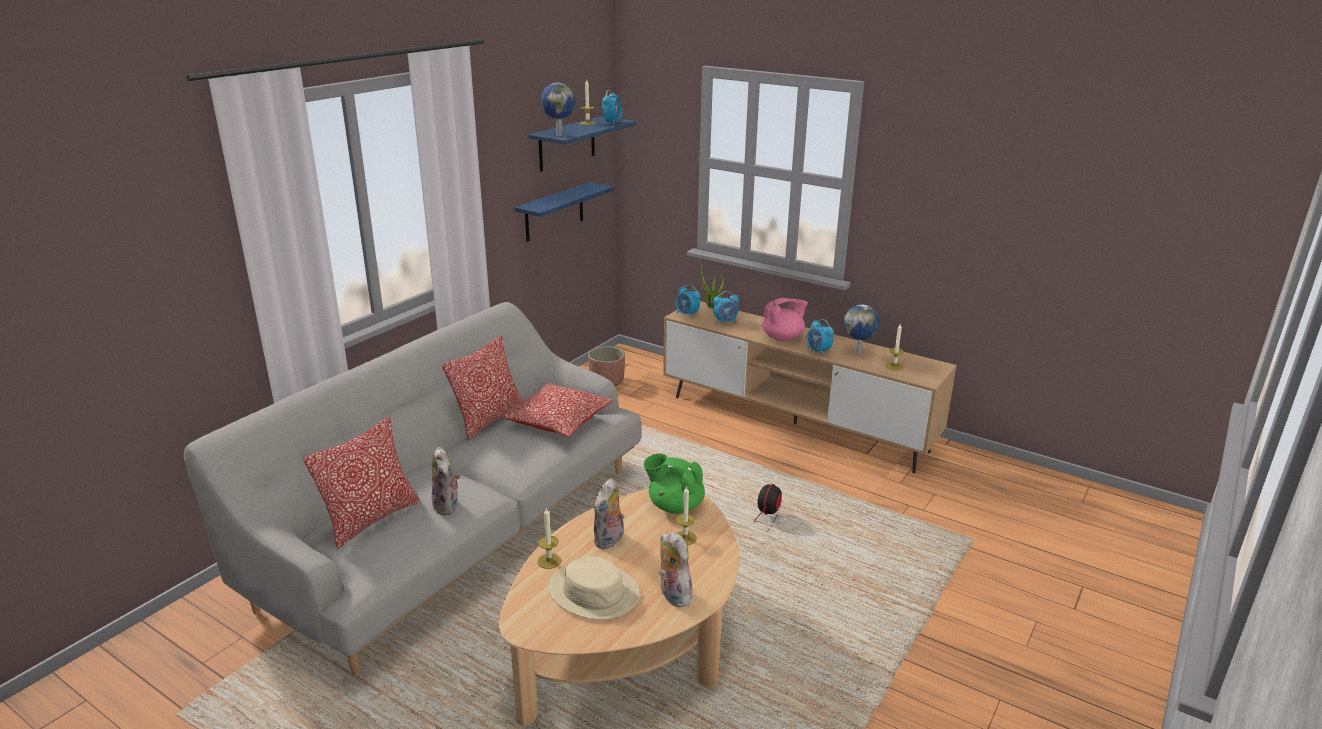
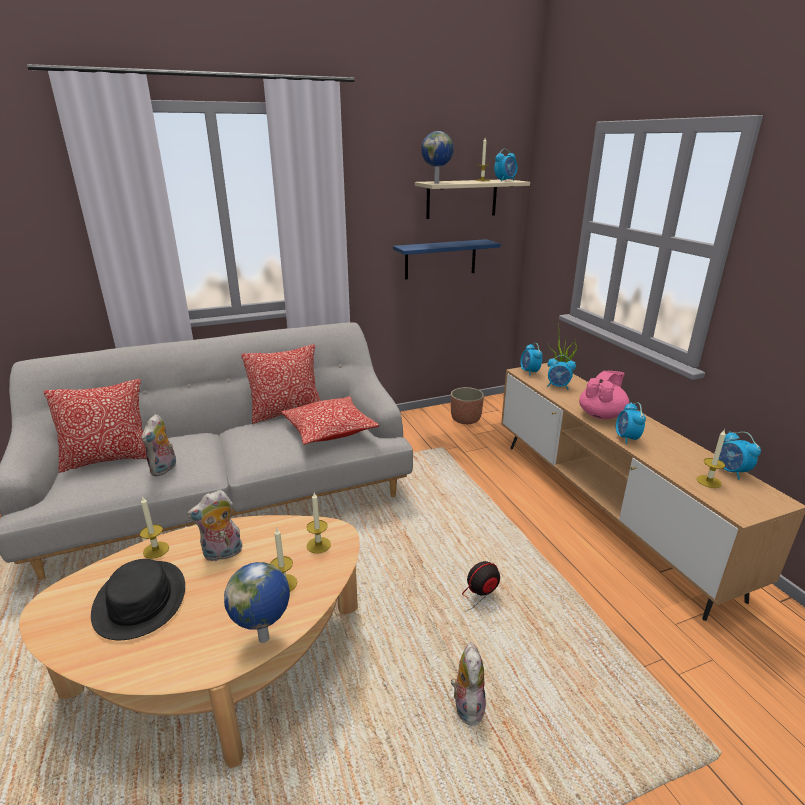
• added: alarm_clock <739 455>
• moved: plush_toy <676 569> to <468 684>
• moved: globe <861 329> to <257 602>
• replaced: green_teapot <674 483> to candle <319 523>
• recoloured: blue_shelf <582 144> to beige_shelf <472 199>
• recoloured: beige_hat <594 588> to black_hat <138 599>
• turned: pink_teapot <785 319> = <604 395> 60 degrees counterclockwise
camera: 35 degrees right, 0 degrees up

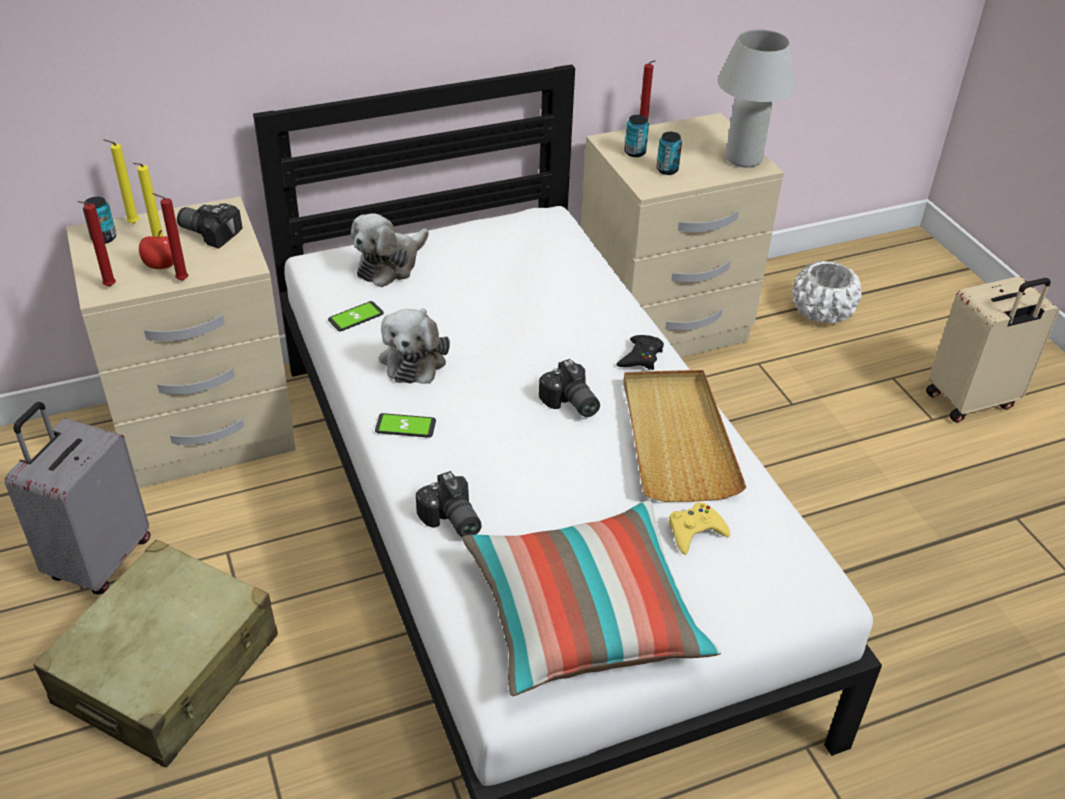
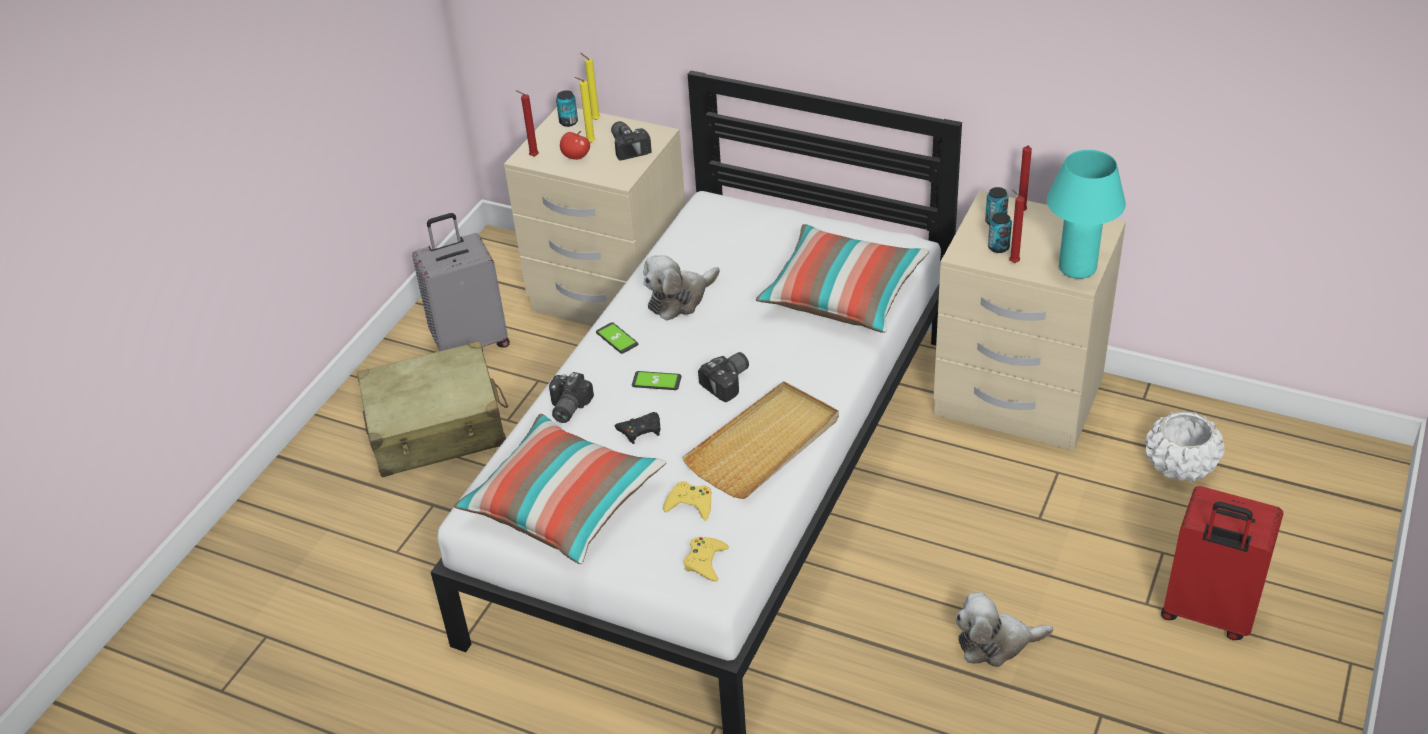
• added: yellow_game_controller <706 559>
• added: pillow <842 278>
• moved: red_candle <170 237> to <1017 226>
• moved: phone <356 316> to <656 380>
• moved: plush_toy <390 250> to <1004 629>
• moved: black_game_controller <640 352> to <637 428>
• recoloured: white_table_lamp <757 98> to turquoise_table_lamp <1086 214>
• recoloured: beige_suitcase <992 349> to red_suitcase <1222 563>
• turned: photo_camera <569 388> = <723 377> 150 degrees counterclockwise
camera: 50 degrees right, 0 degrees up

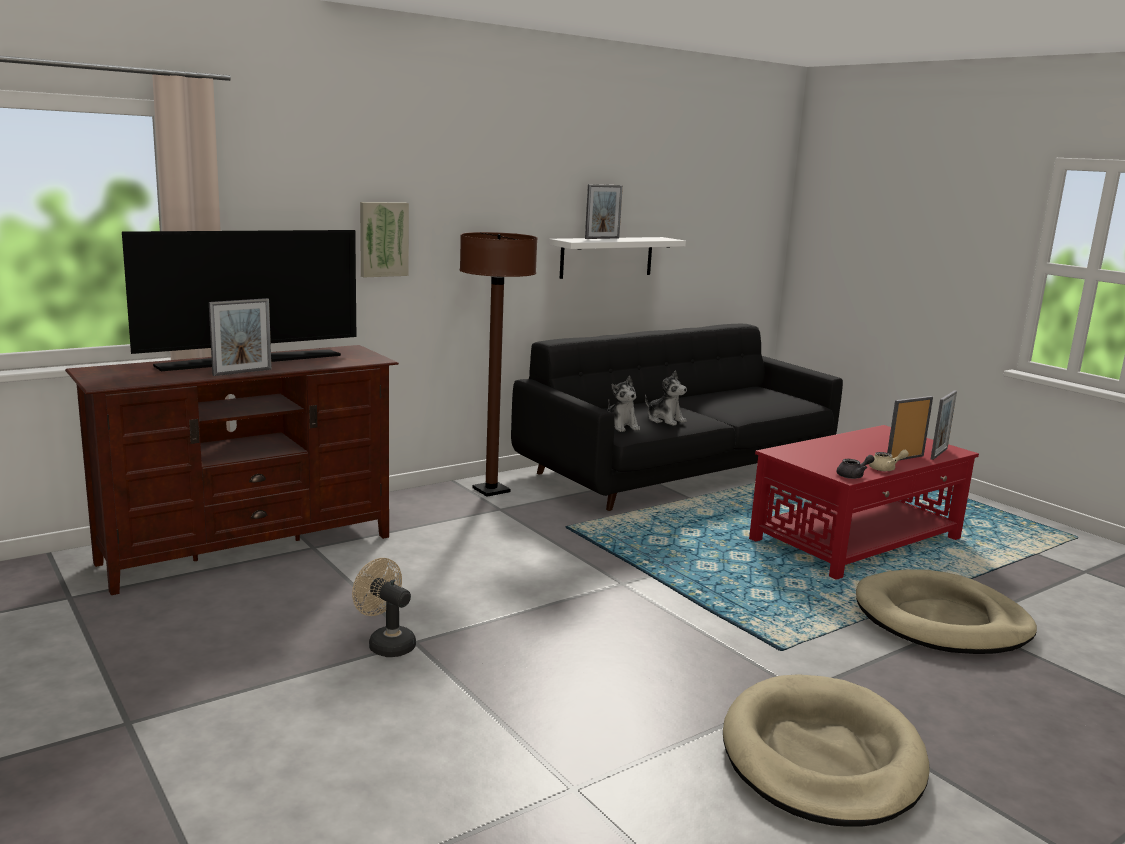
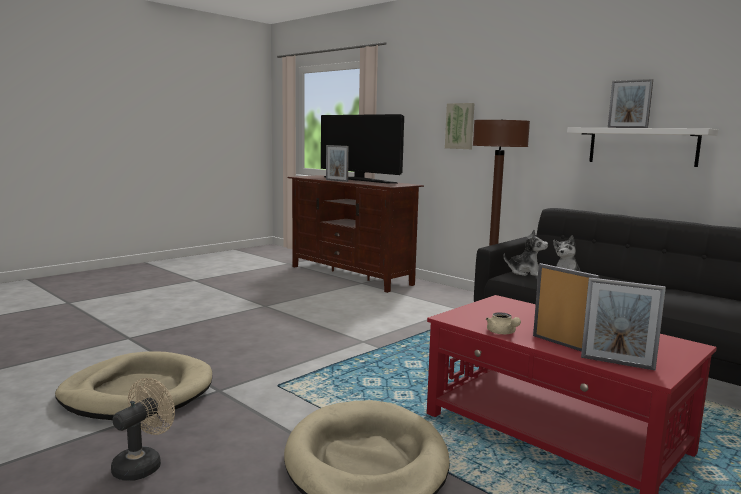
• removed: grey_teapot <856 467>
• moved: beige_fan <384 607> to <143 429>
• turned: plush_toy <623 404> = <526 253> 120 degrees counterclockwise
camera: 80 degrees right, 5 degrees down

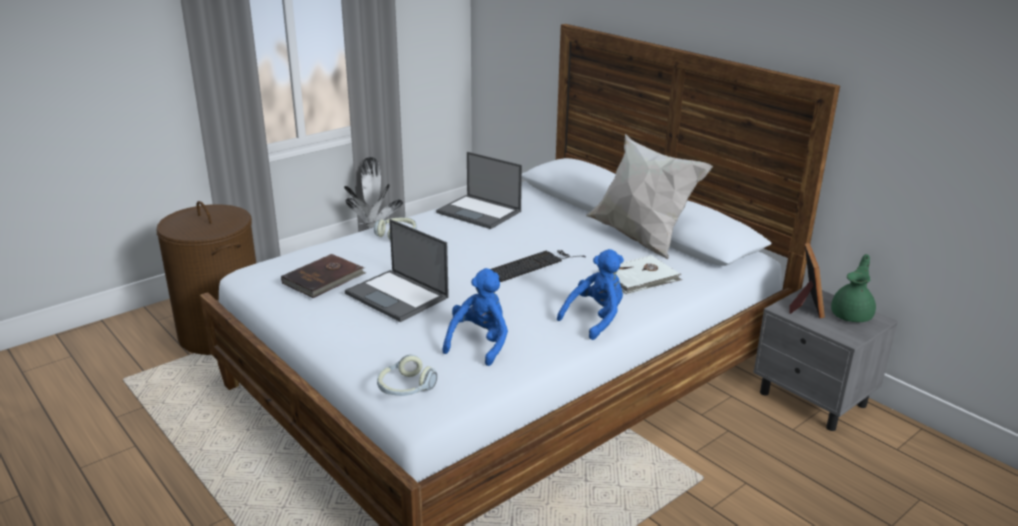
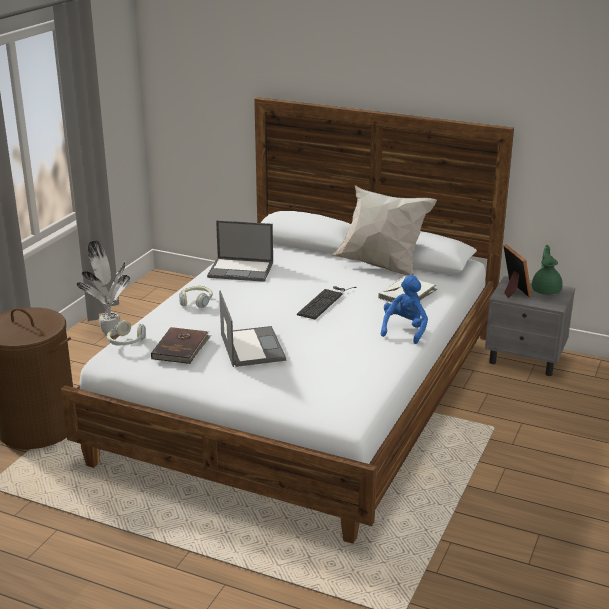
• removed: blue_plush_toy <475 317>
• moved: headphones <407 375> to <126 333>
• turned: laptop <397 270> = <252 328> 120 degrees counterclockwise
camera: 25 degrees left, 0 degrees up

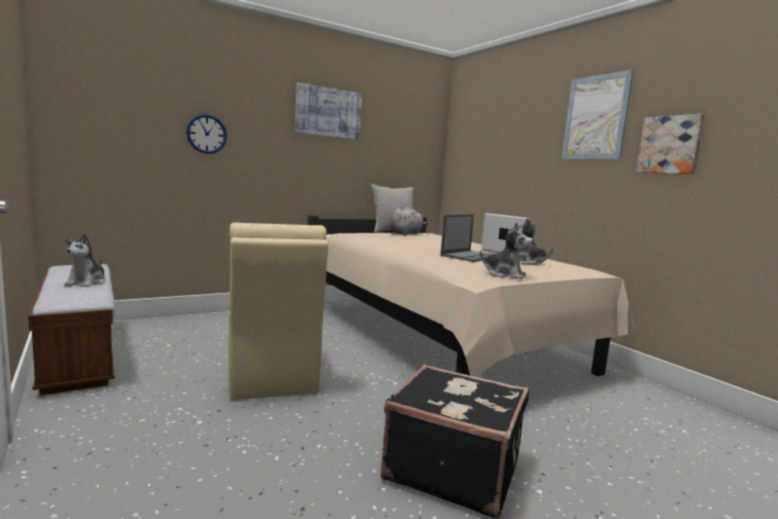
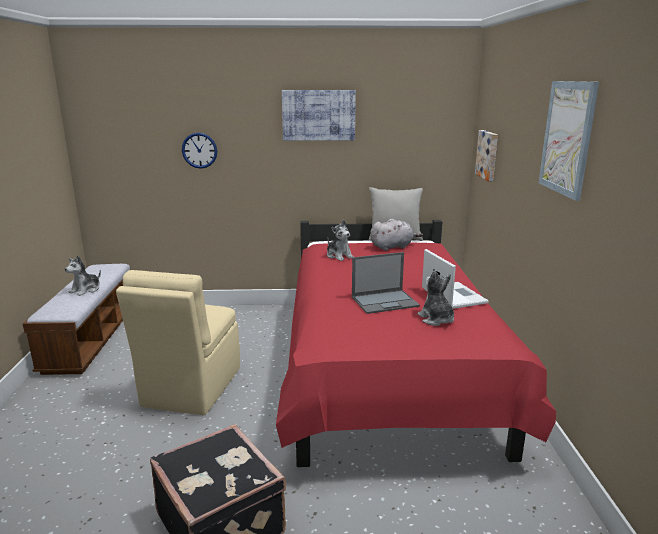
• moved: plush_toy <506 251> to <340 240>
• moved: picture <670 144> to <486 155>
• recoloured: beige_bed <472 296> to red_bed <416 343>
camera: 30 degrees right, 10 degrees up

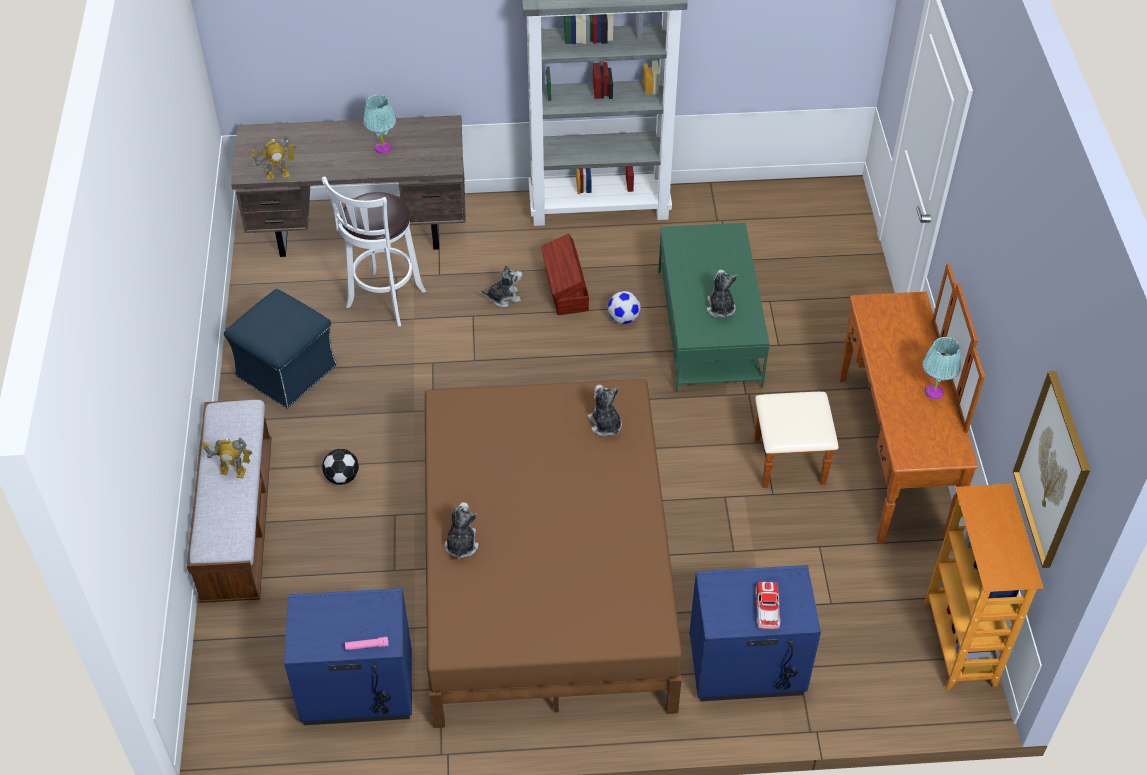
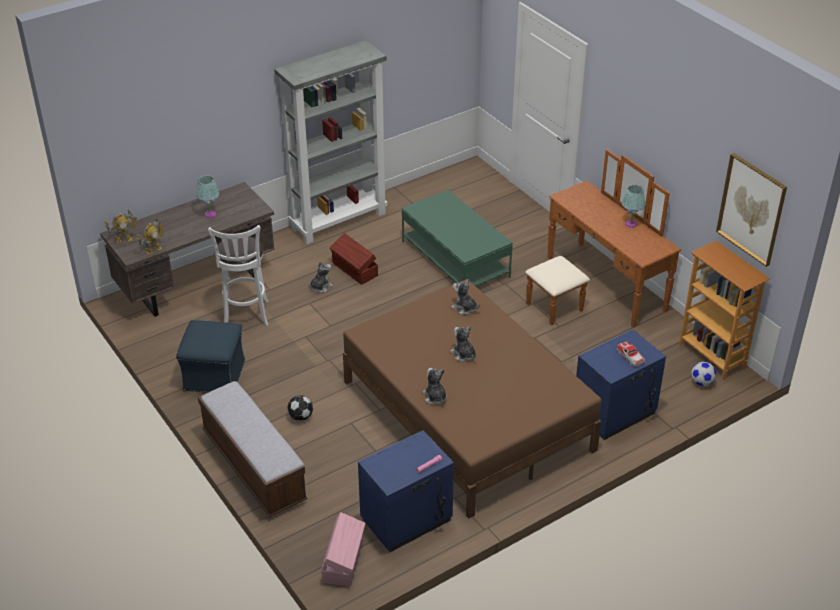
• added: pink_storage_box <343 549>
• moved: toy_robot <226 457> to <121 226>
• moved: football <624 307> to <703 374>
• moved: plush_toy <722 293> to <463 344>
camera: 30 degrees left, 10 degrees down

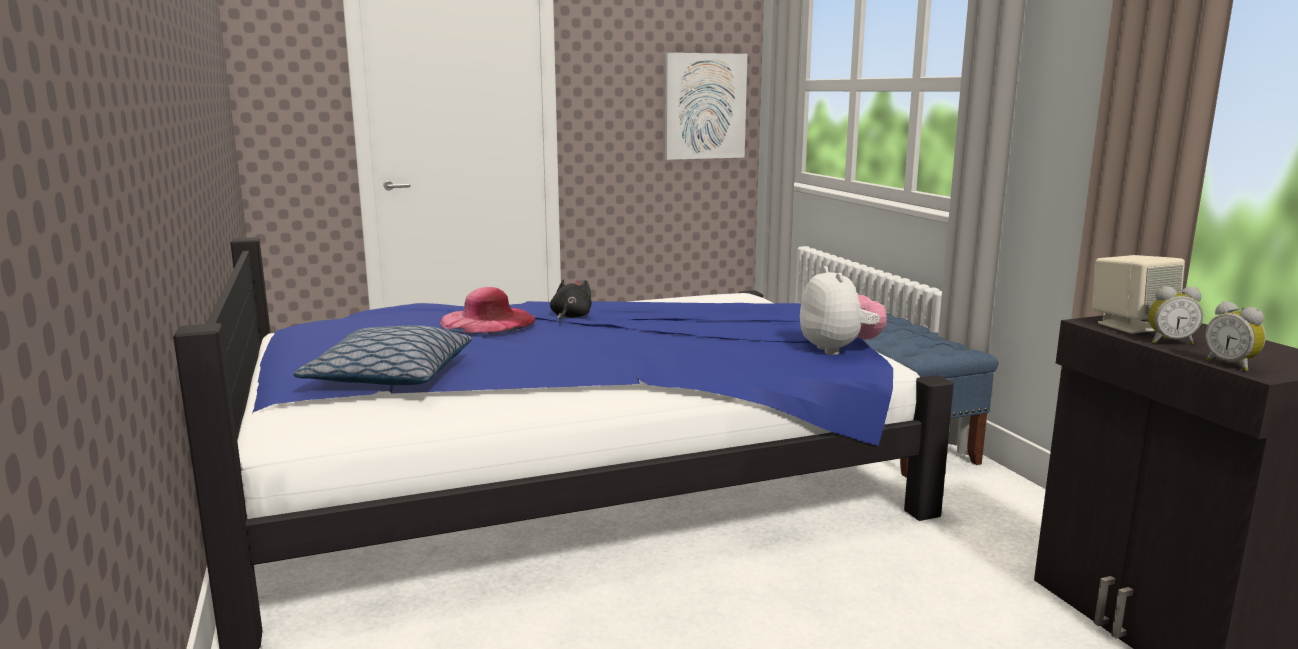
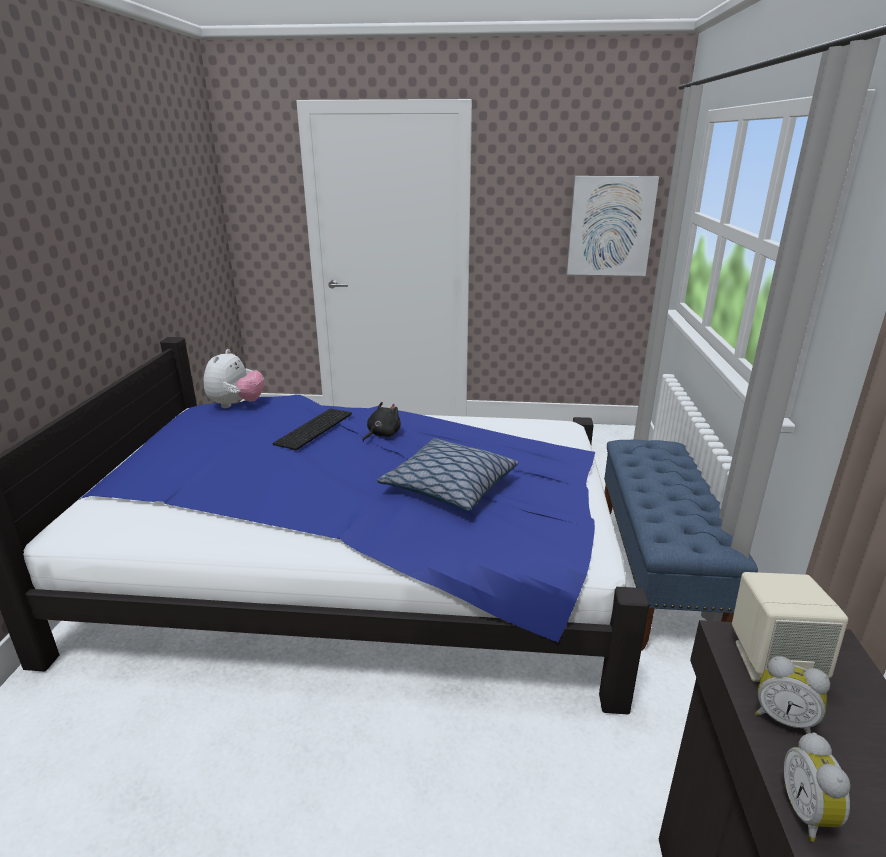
• moved: pillow <382 355> to <447 474>
• moved: plush_toy <843 310> to <234 378>
• replaced: pink_hat <488 310> to keyboard <312 429>
camera: 25 degrees right, 10 degrees up

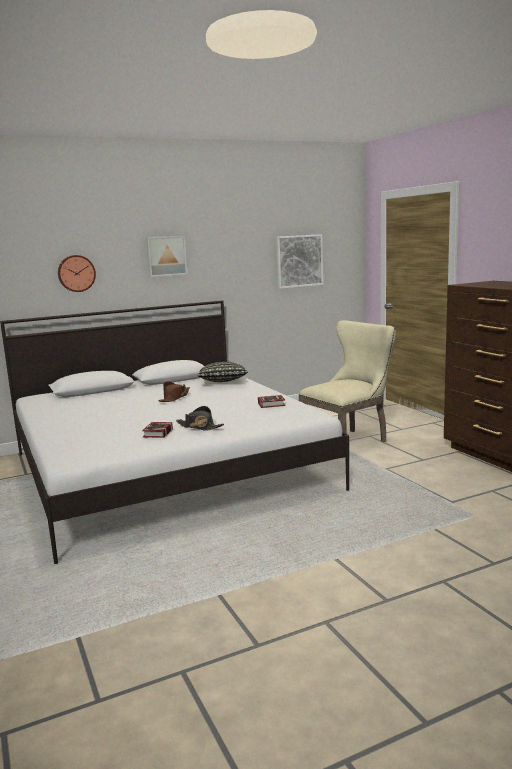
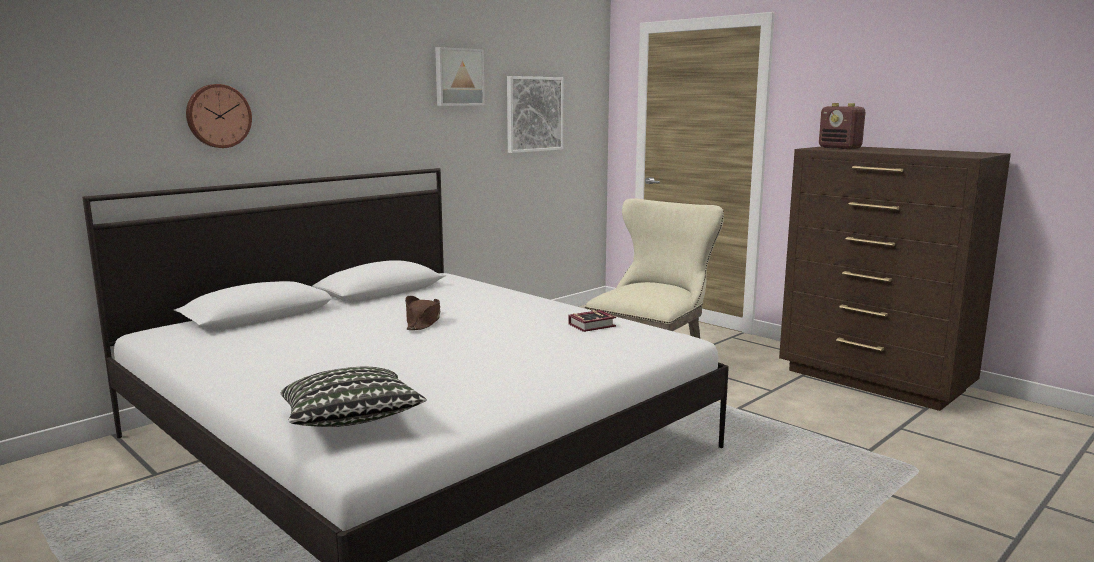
• removed: book <157 430>
• removed: black_hat <200 418>
• added: radio <842 126>
• moved: picture <166 256> to <460 76>
• moved: pillow <222 372> to <353 396>
camera: 20 degrees left, 0 degrees up

